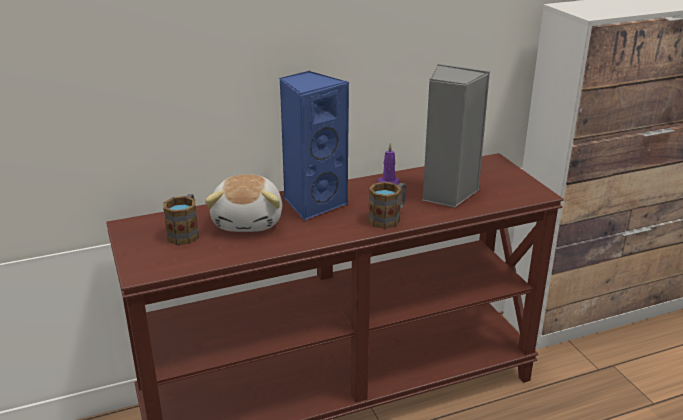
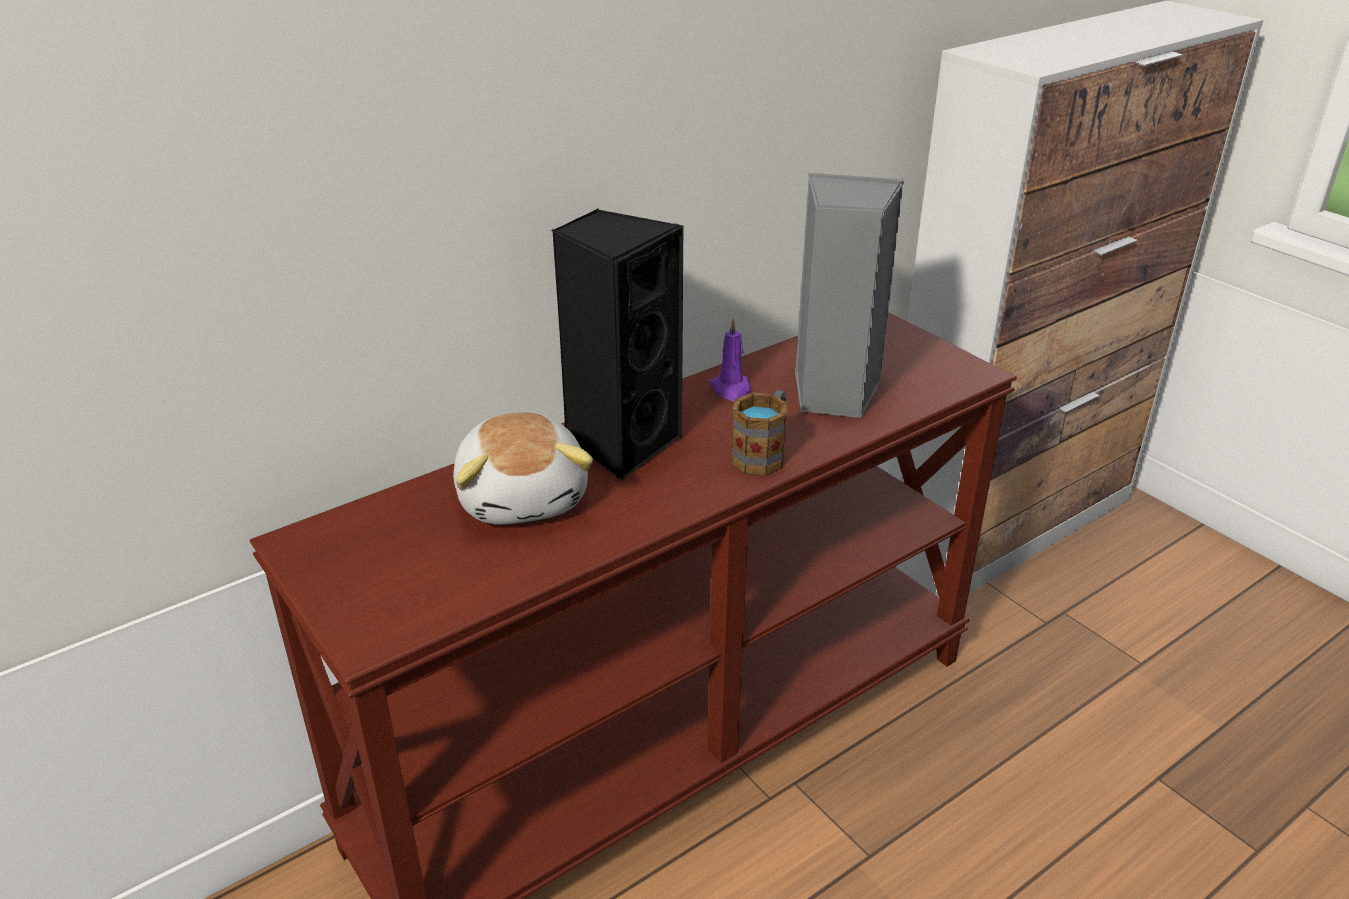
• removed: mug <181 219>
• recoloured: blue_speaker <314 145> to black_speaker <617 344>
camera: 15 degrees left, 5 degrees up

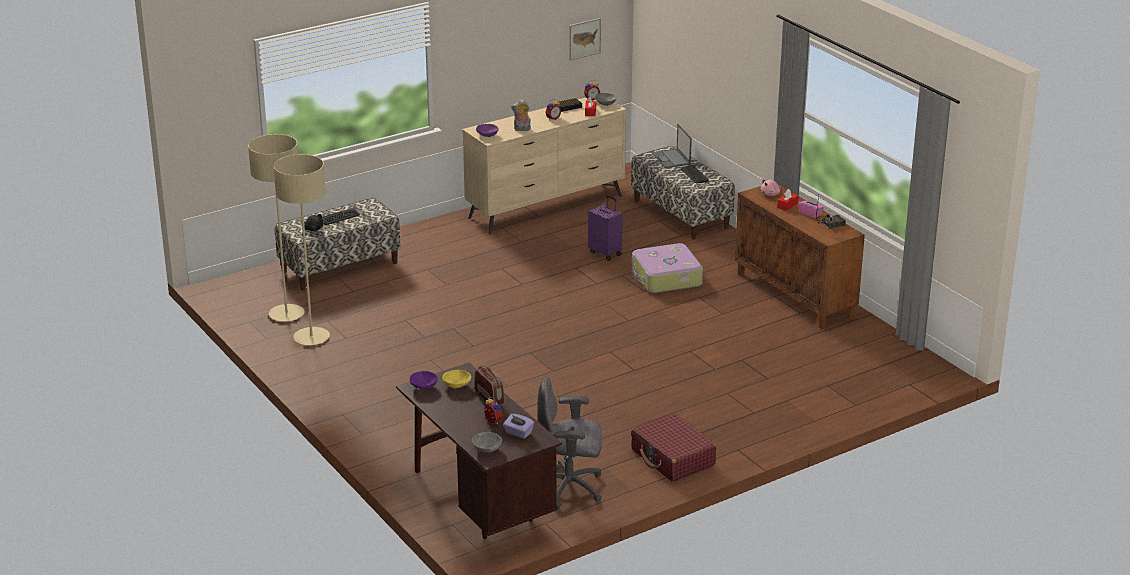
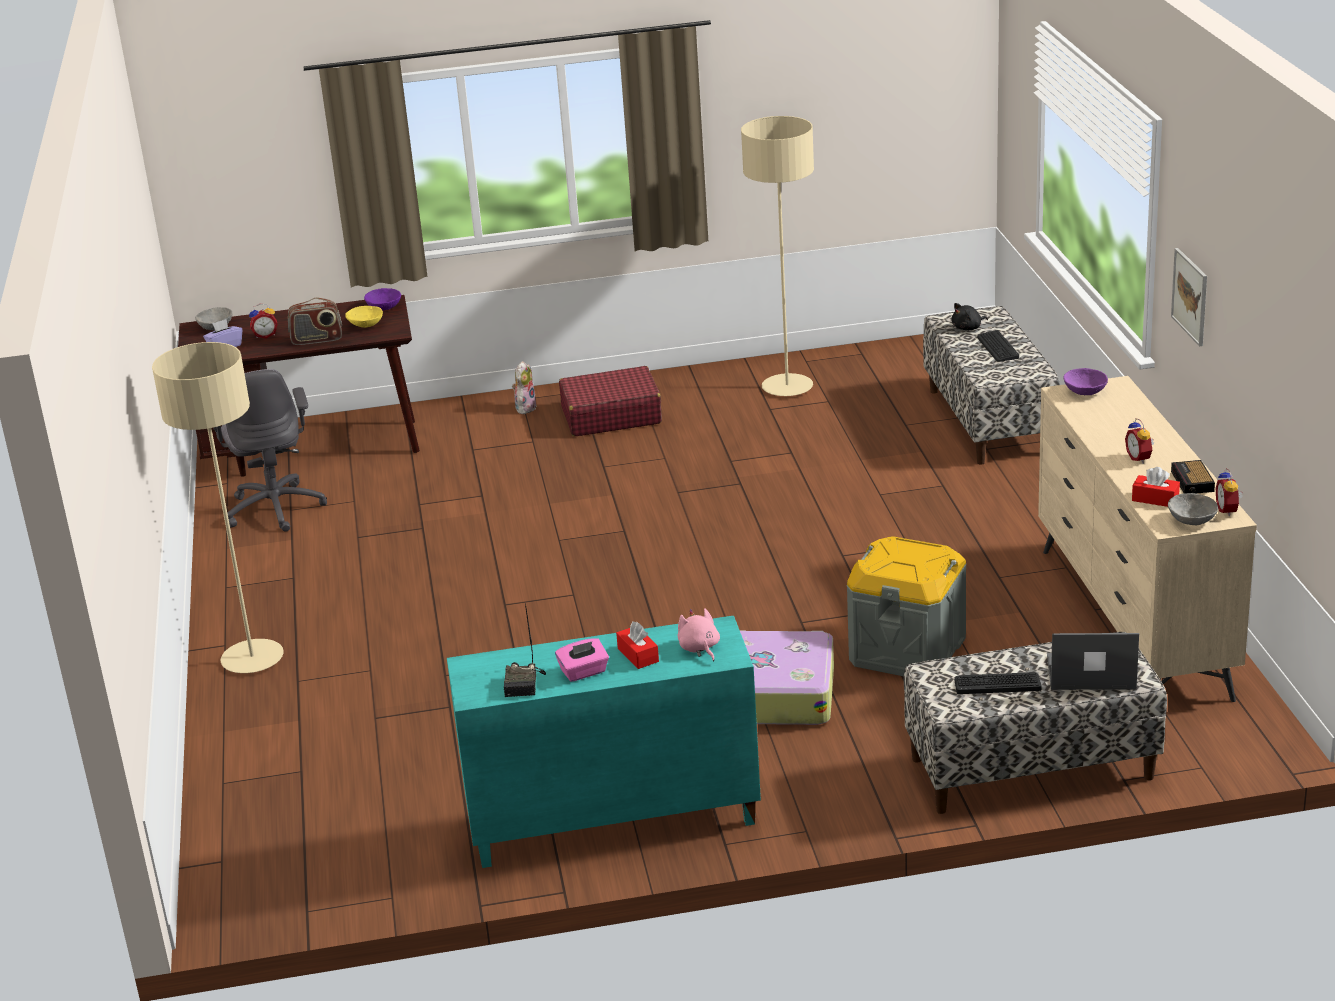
• moved: beige_floor_lamp <276 228> to <218 507>
• moved: plush_toy <521 115> to <524 387>
• moved: picture <585 39> to <1189 297>
• moved: red_suitcase <673 447> to <610 401>
• replaced: purple_suitcase <605 228> to grey_storage_box <907 606>
• recoloured: brown_cabinet <800 256> to turquoise_cabinet <604 741>
• turned: grey_office_chair <569 443> = <270 450> 135 degrees clockwise
camera: 115 degrees right, 0 degrees up

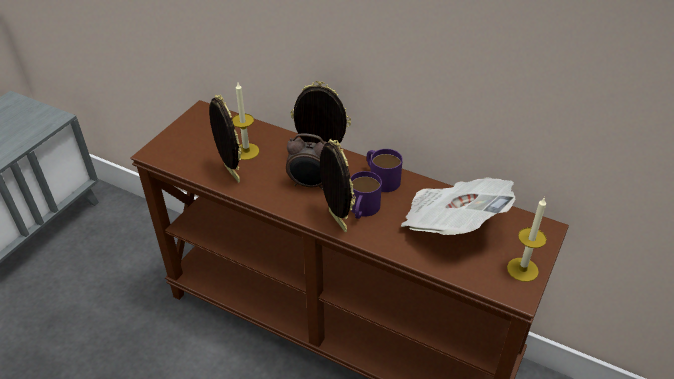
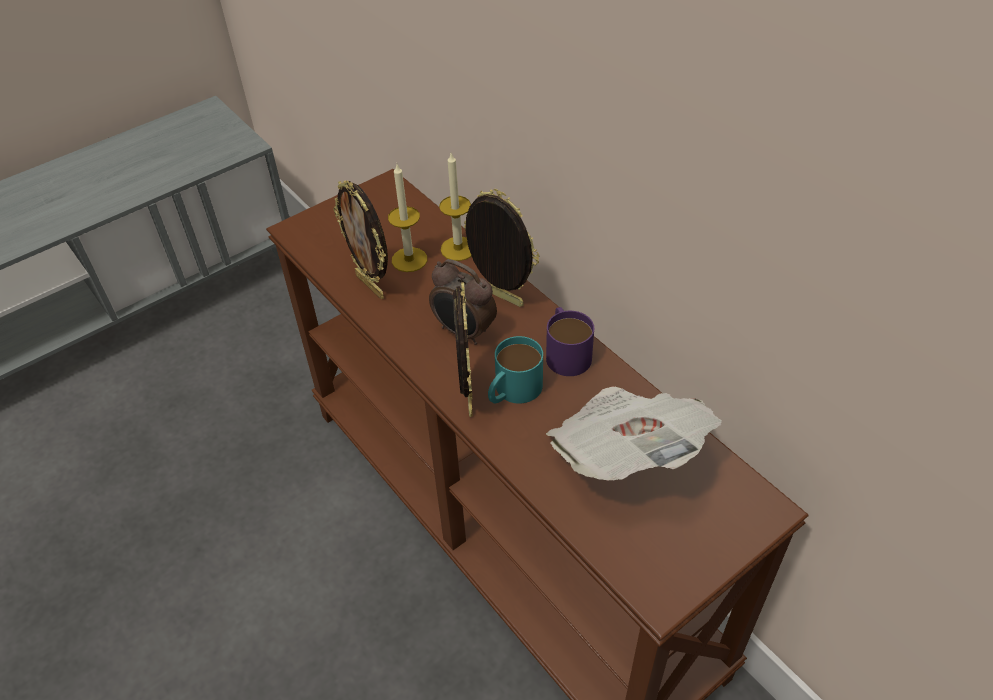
• moved: candle <527 239> to <455 207>
• recoloured: purple_mug <366 195> to turquoise_mug <515 370>
• turned: picture_frame <225 139> = <360 239> 150 degrees clockwise
camera: 25 degrees right, 5 degrees up

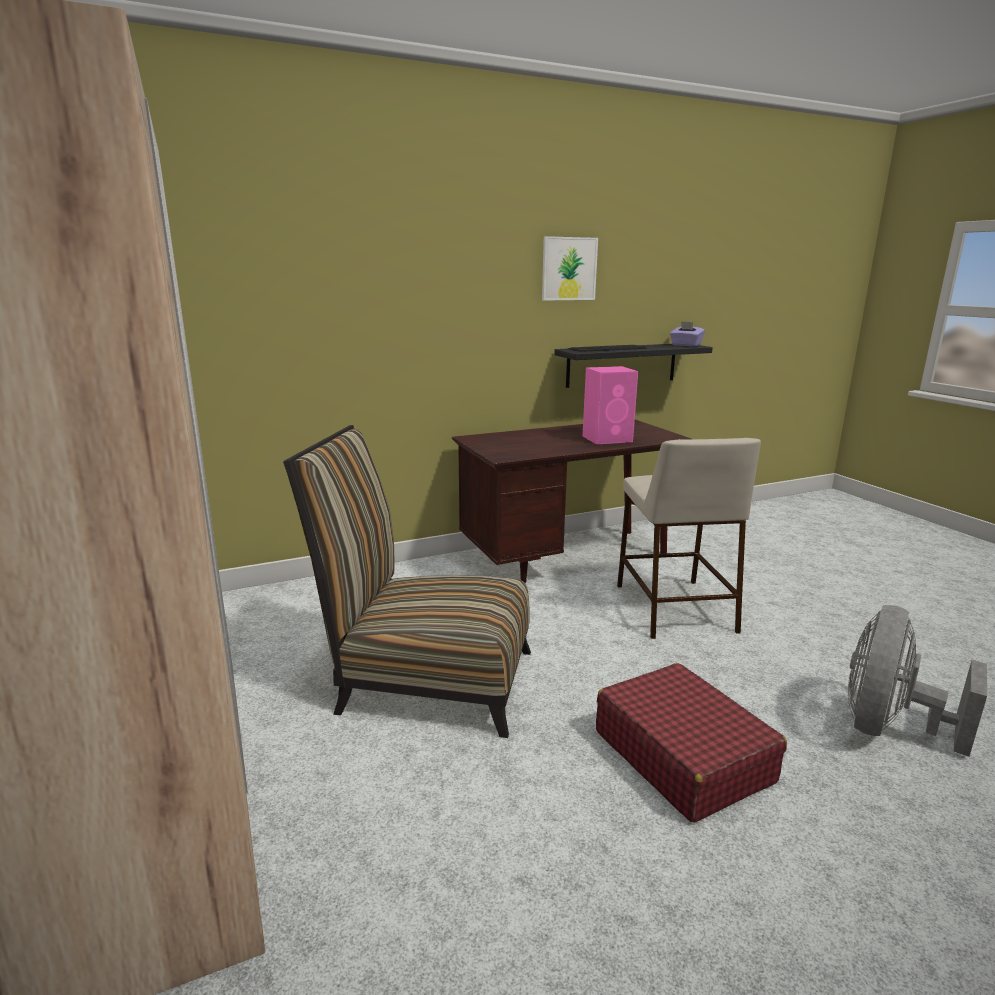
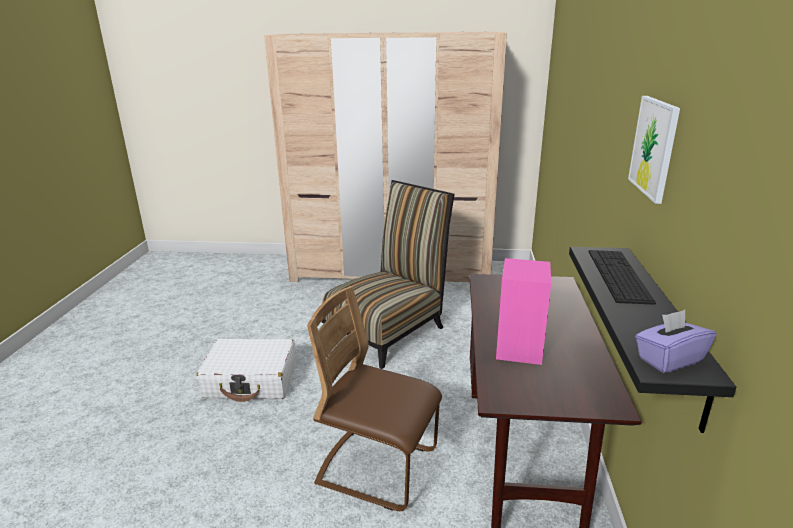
• removed: grey_fan <917 681>
• replaced: beige_stool <689 538> to brown_chair <374 398>
• recoloured: red_suitcase <691 743> to white_suitcase <246 370>
camera: 120 degrees right, 5 degrees up

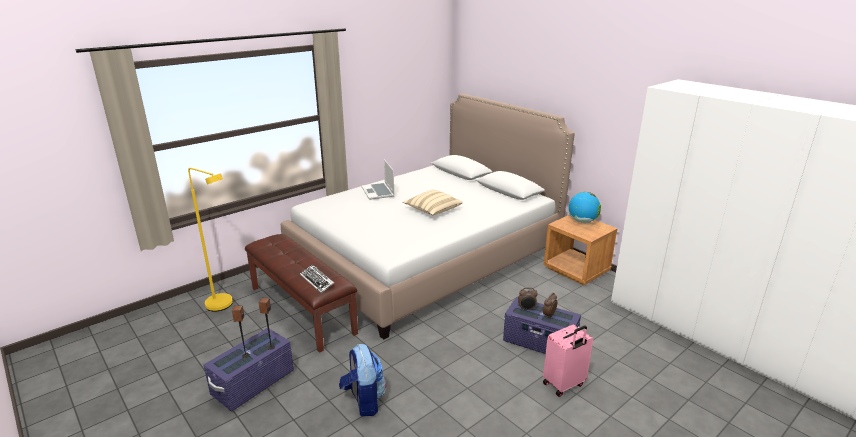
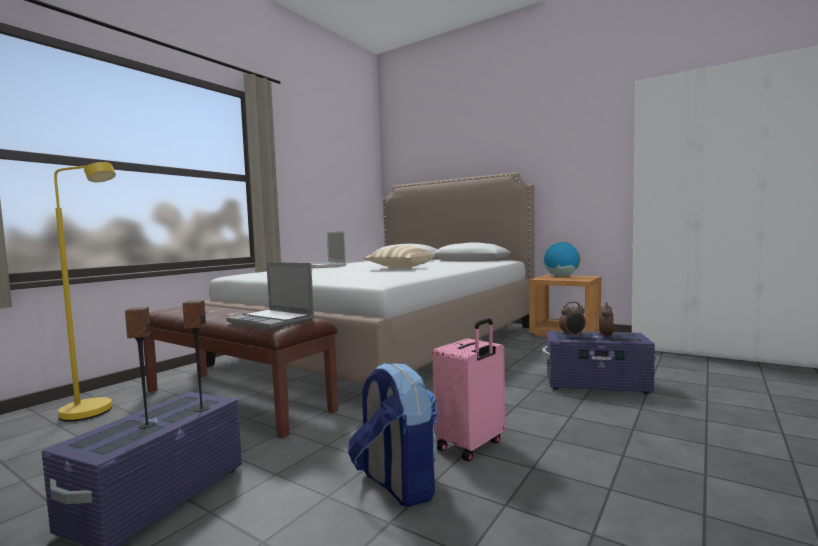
• moved: pink_suitcase <568 360> to <468 389>
• replaced: keyboard <317 278> to laptop <270 295>
camera: 15 degrees left, 20 degrees down

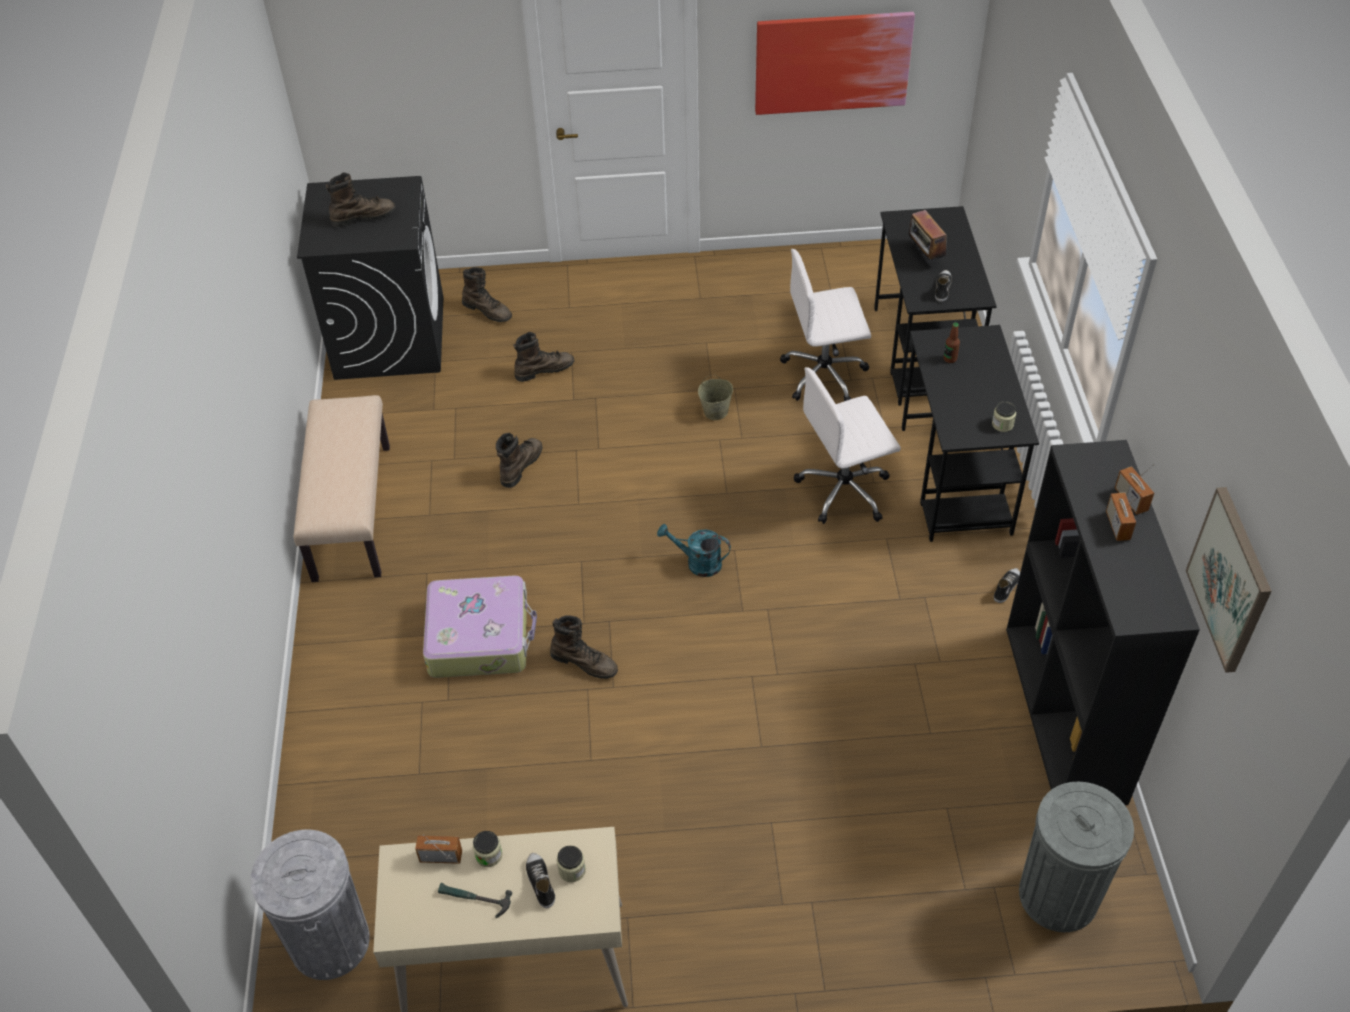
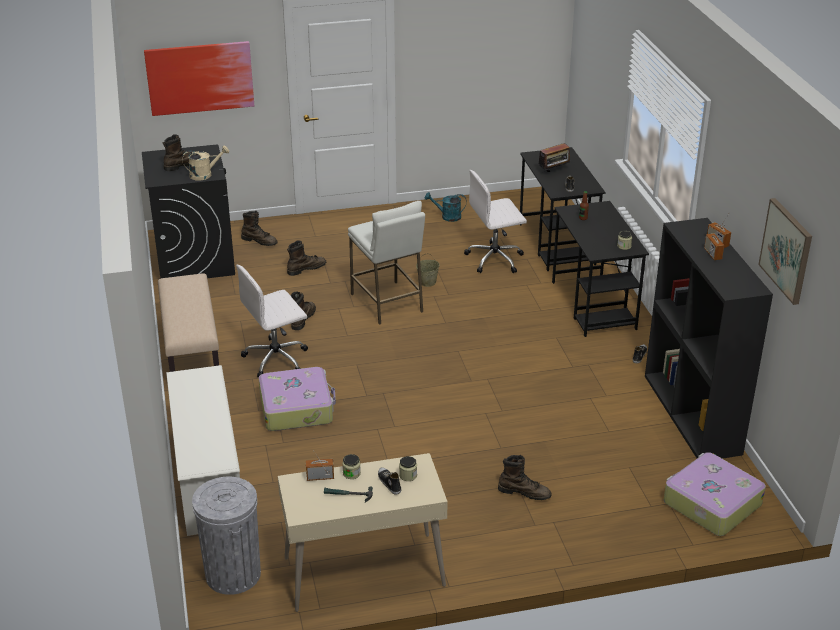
• added: white_shoe_rack <203 450>
• added: beige_watering_can <205 163>
• added: white_stool <386 263>
• moved: brown_boot <584 647> to <524 477>
• moved: turquoise_watering_can <694 550> to <446 207>
• moved: picture <835 63> to <199 78>
• moved: white_office_chair <847 445> to <272 321>
• replaced: grey_trash_can <1076 857> to suitcase <715 494>
• turned: radio <928 236> = <555 158> 90 degrees counterclockwise
camera: 10 degrees left, 15 degrees down

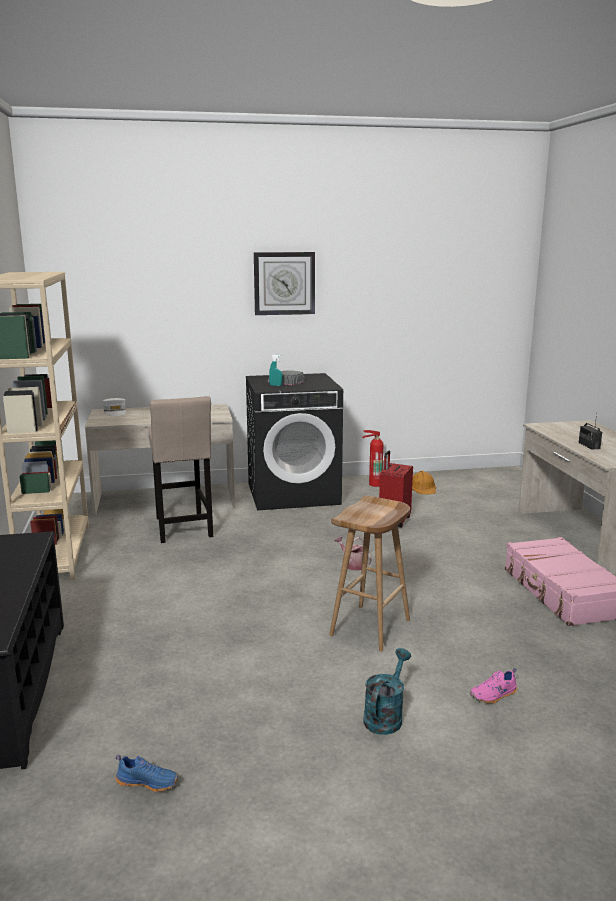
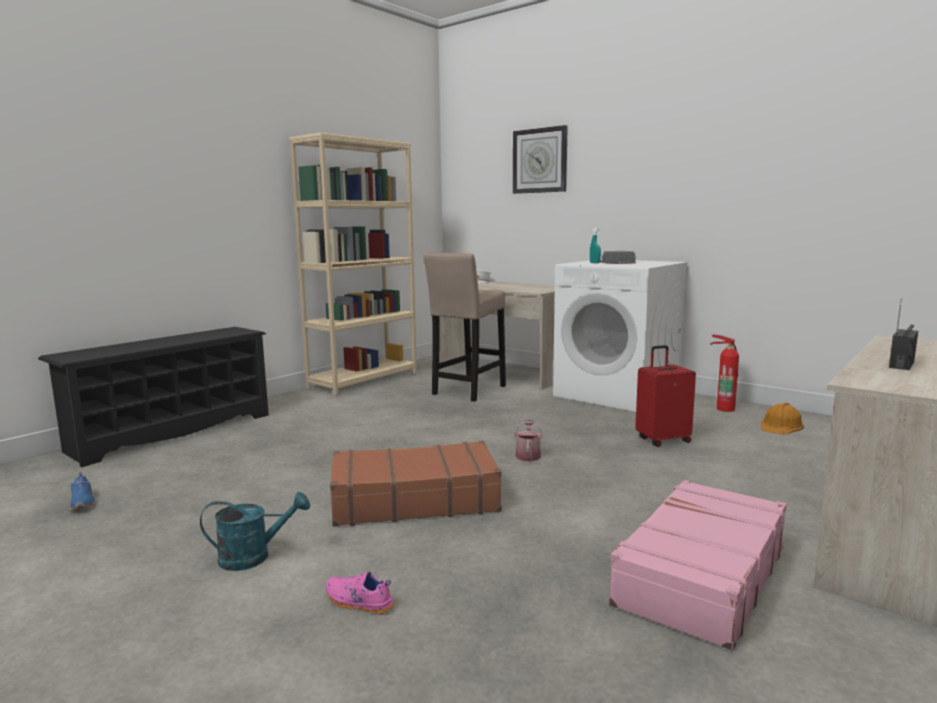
• moved: wall_clock <284 283> to <540 159>
• replaced: brown_stool <369 574> to brown_suitcase <416 483>
• recoloured: black_washing_machine <294 441> to white_washing_machine <620 335>
camera: 50 degrees right, 5 degrees down

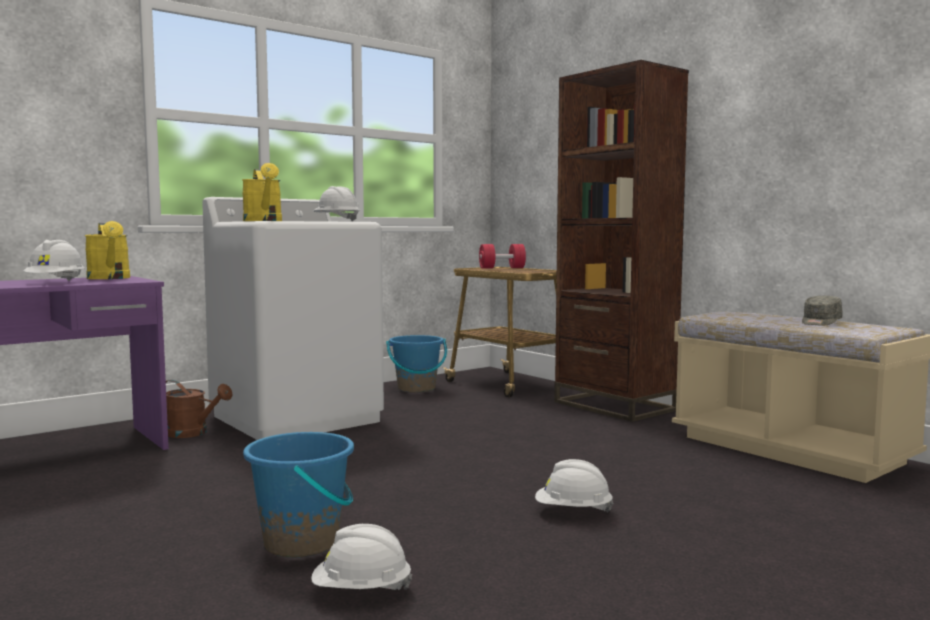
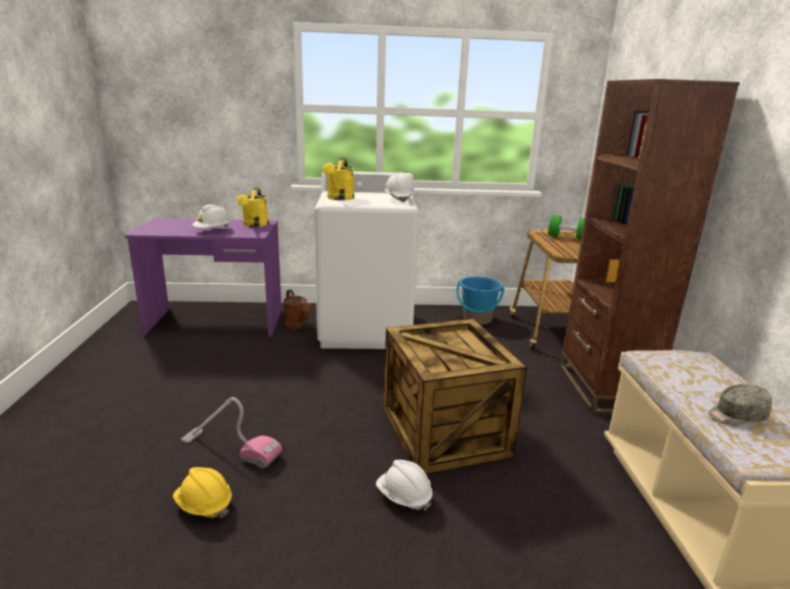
• added: crate <455 397>
• replaced: blue_bucket <298 494> to vacuum_cleaner <231 432>
• recoloured: white_hard_hat <361 557> to yellow_hard_hat <202 492>
• recoloured: red_dumbbell <502 256> to green_dumbbell <566 227>
camera: 35 degrees right, 15 degrees up

